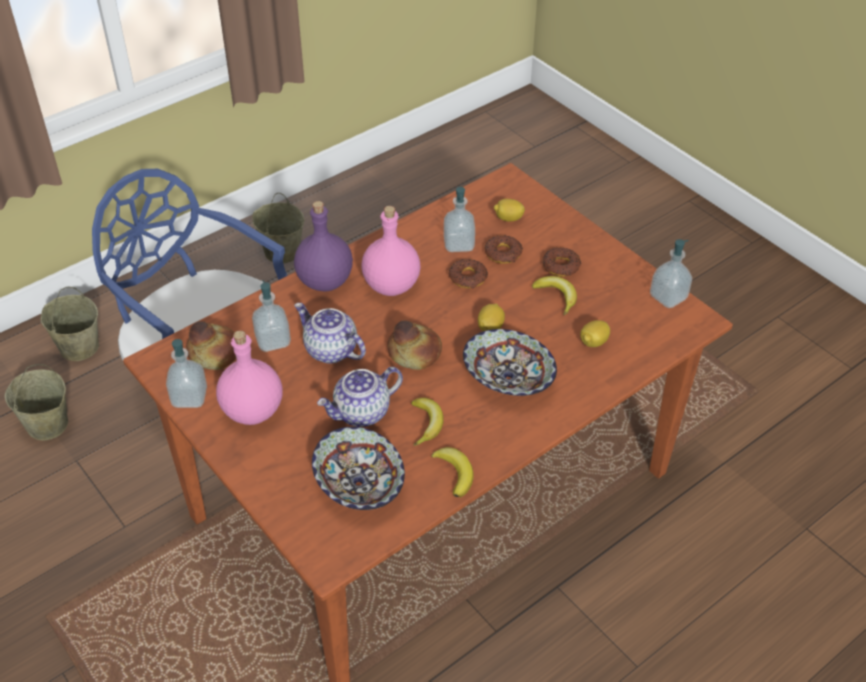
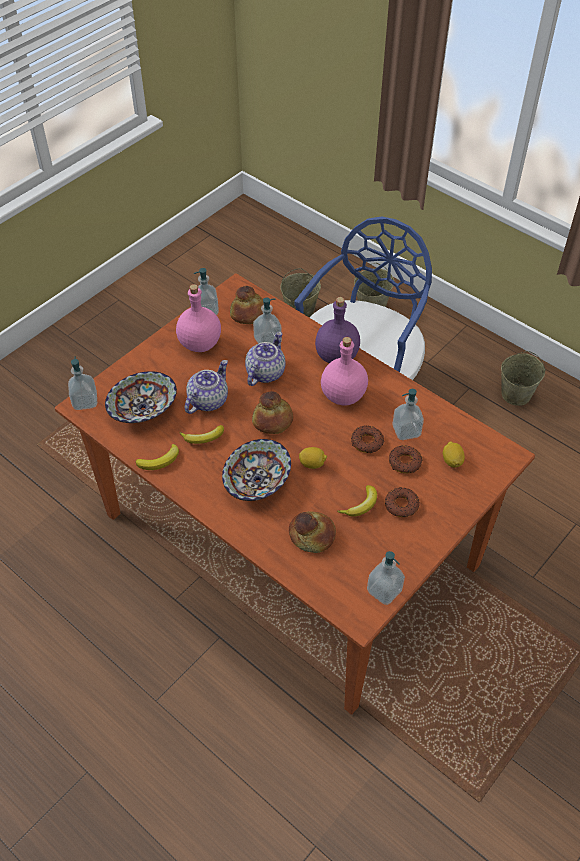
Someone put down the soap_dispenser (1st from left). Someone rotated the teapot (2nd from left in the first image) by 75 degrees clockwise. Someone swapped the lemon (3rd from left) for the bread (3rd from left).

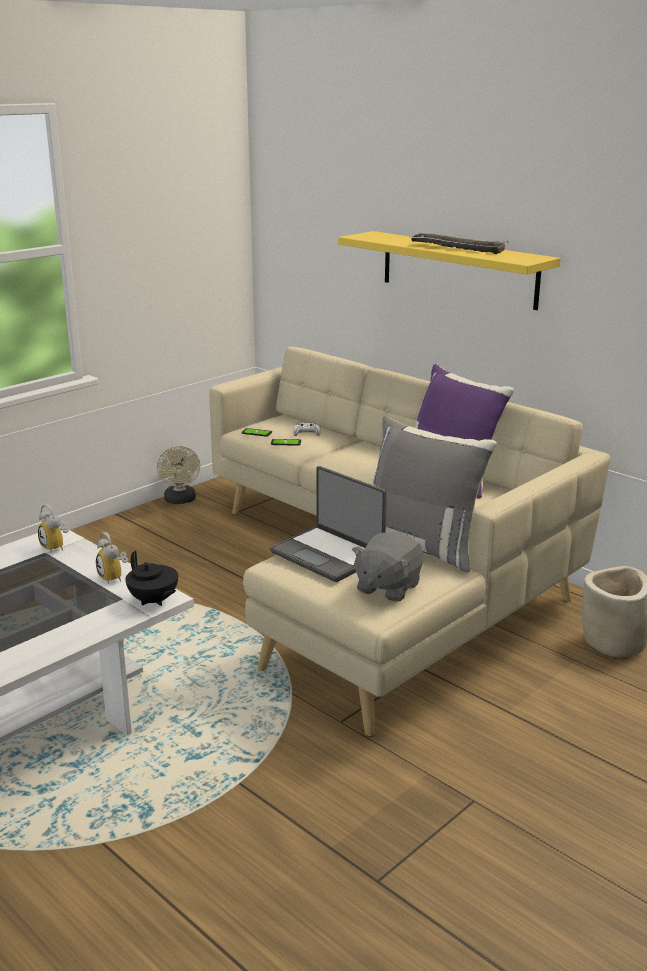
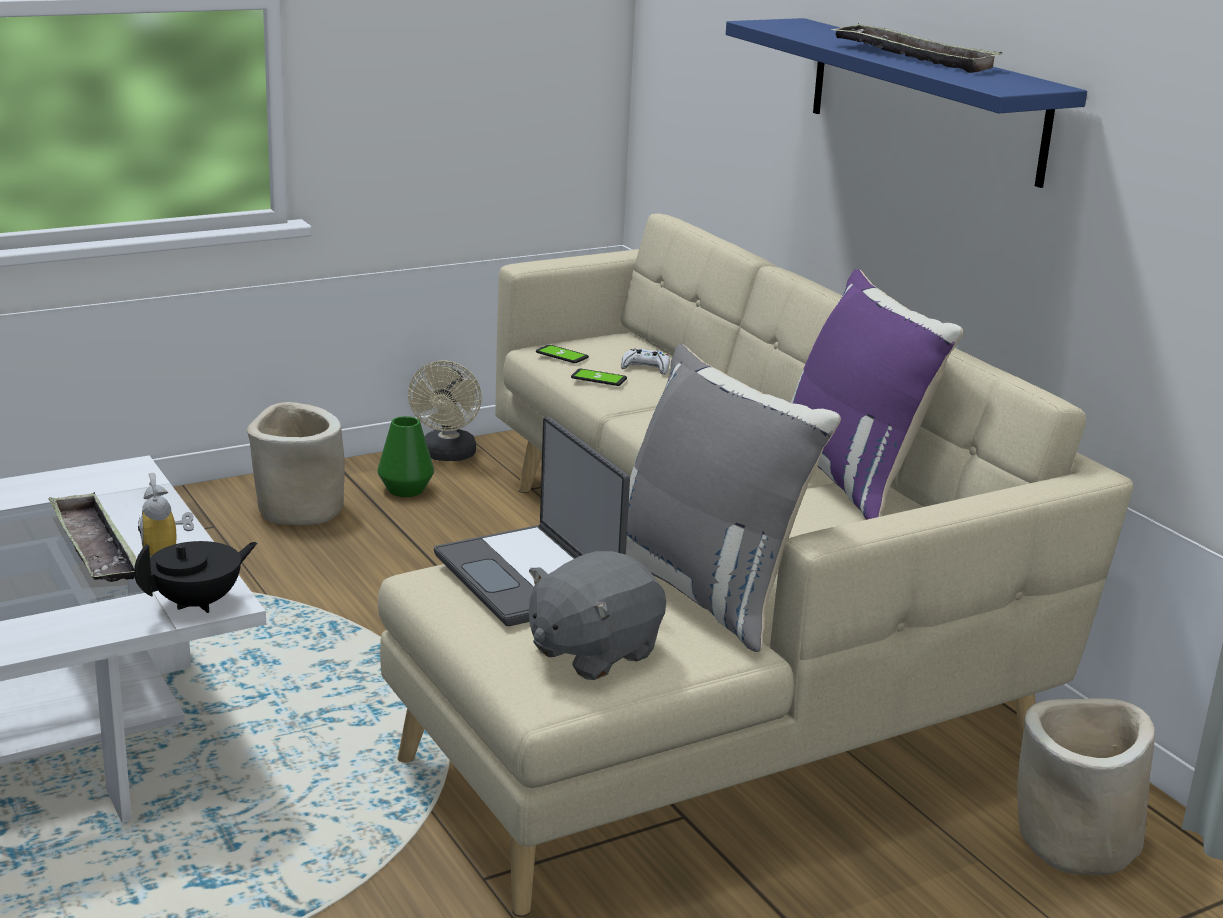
Someone put down the tray (1st from left). Someone rotated the black_teapot by 105 degrees counterclockwise. Someone put down the beige_planter (1st from left). Someone put down the green_vase. Someone repainted the yellow_shelf, which became the blue_shelf. Someone took away the alarm_clock (1st from left).

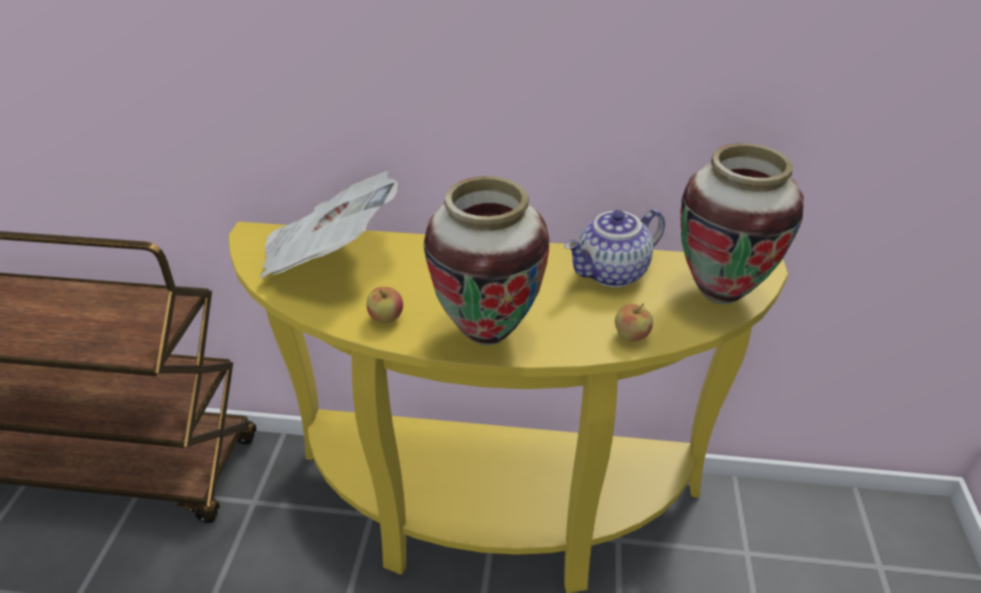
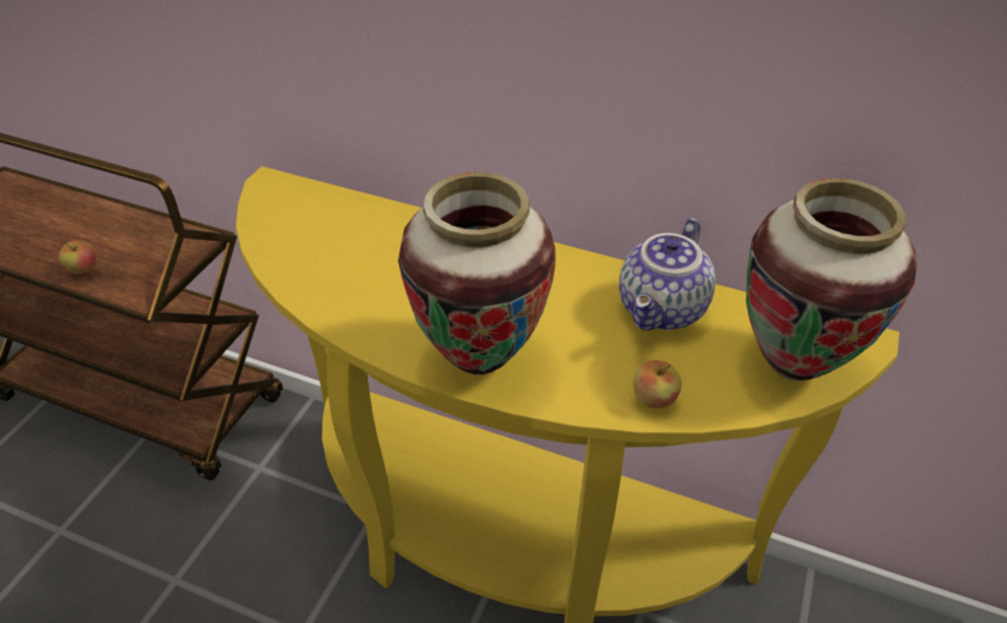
Someone carried the apple (1st from left). Someone rotated the teapot by 45 degrees counterclockwise. Someone took away the newspaper.

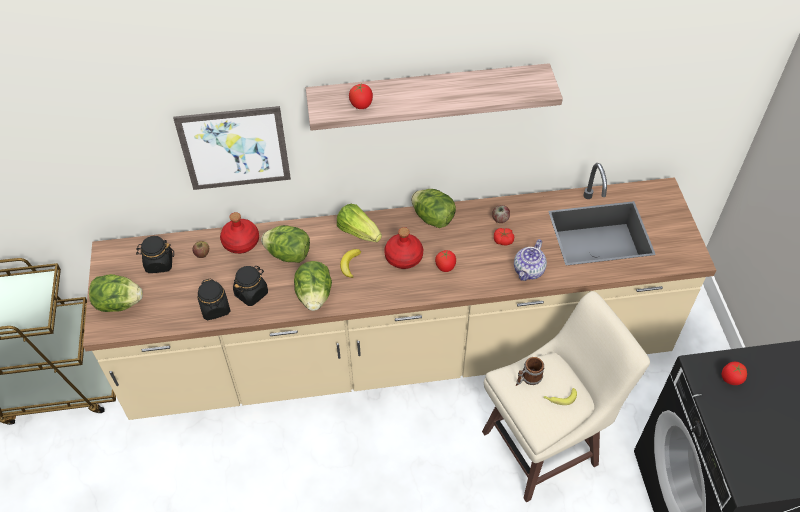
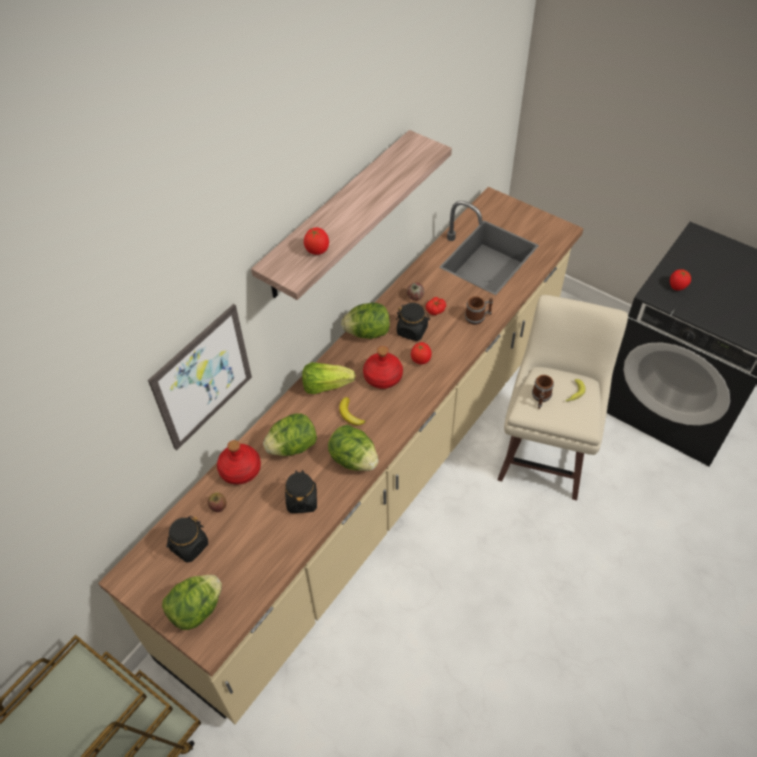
Someone carried the black_jar (2nd from left in the first image). Someone swapped the teapot for the mug (1st from left).

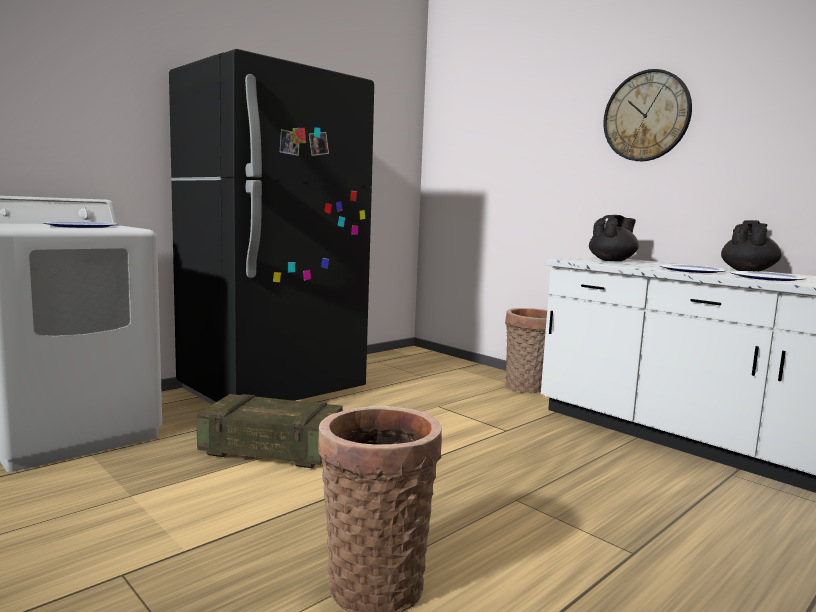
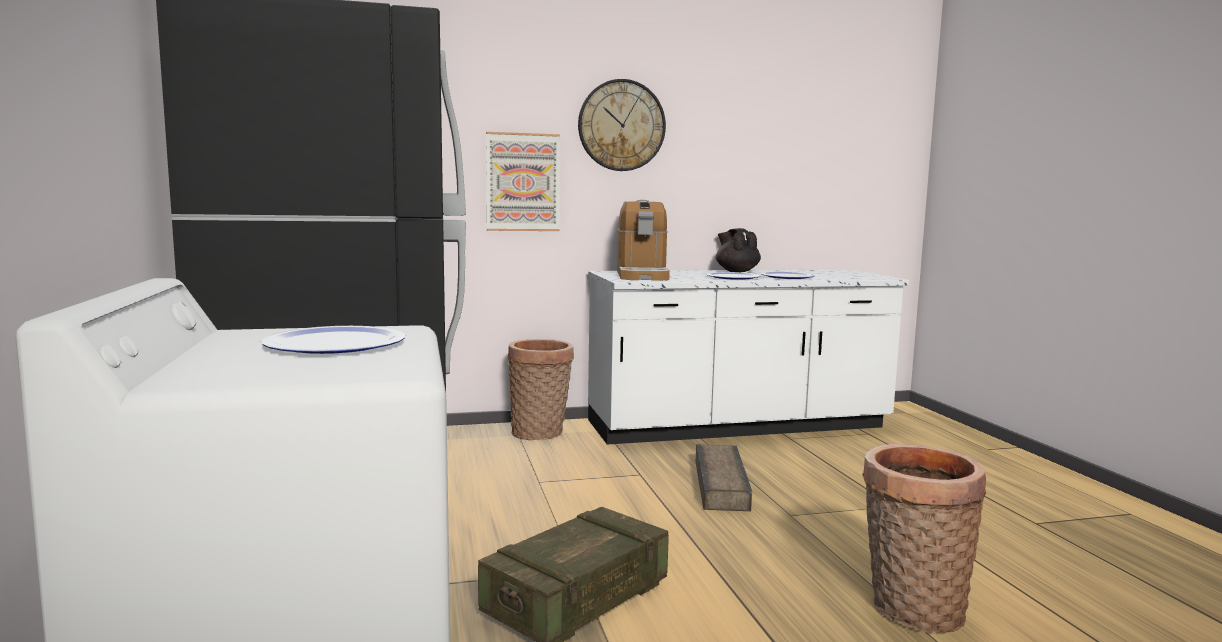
Someone put up the picture. Someone swapped the black_teapot (1st from left) for the coffee_machine. Someone put down the crate (2nd from left).

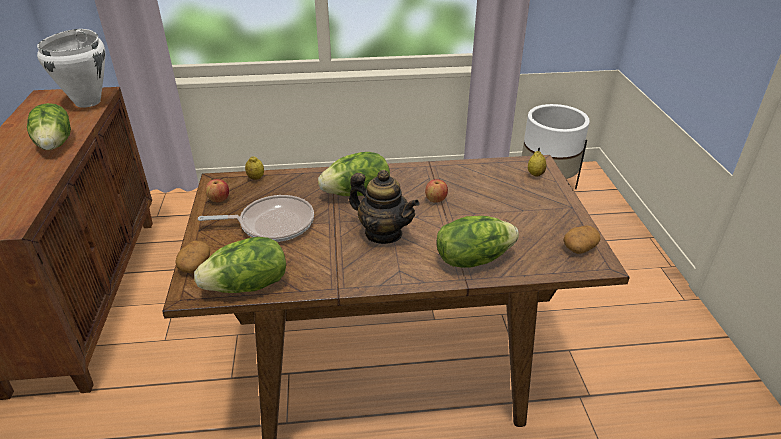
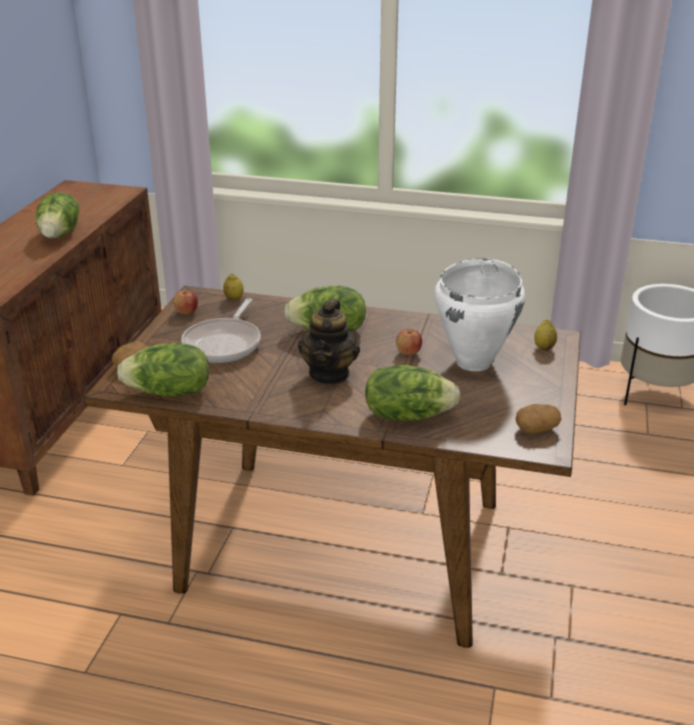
Someone rotated the frying_pan by 90 degrees clockwise. Someone rotated the teapot by 45 degrees clockwise. Someone carried the white_cooking_pot.

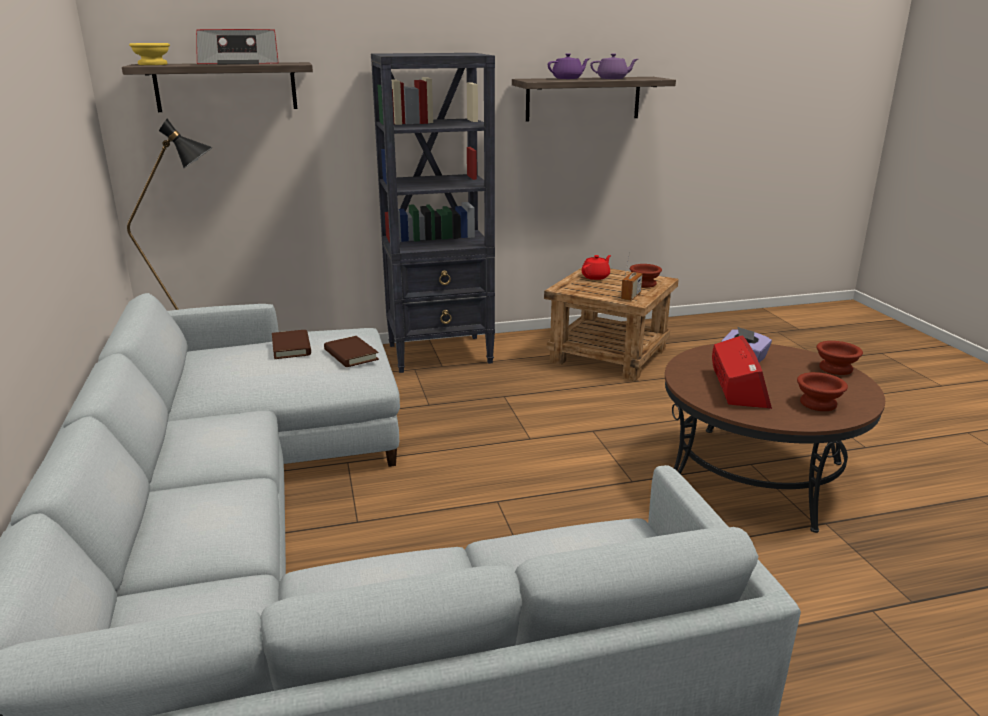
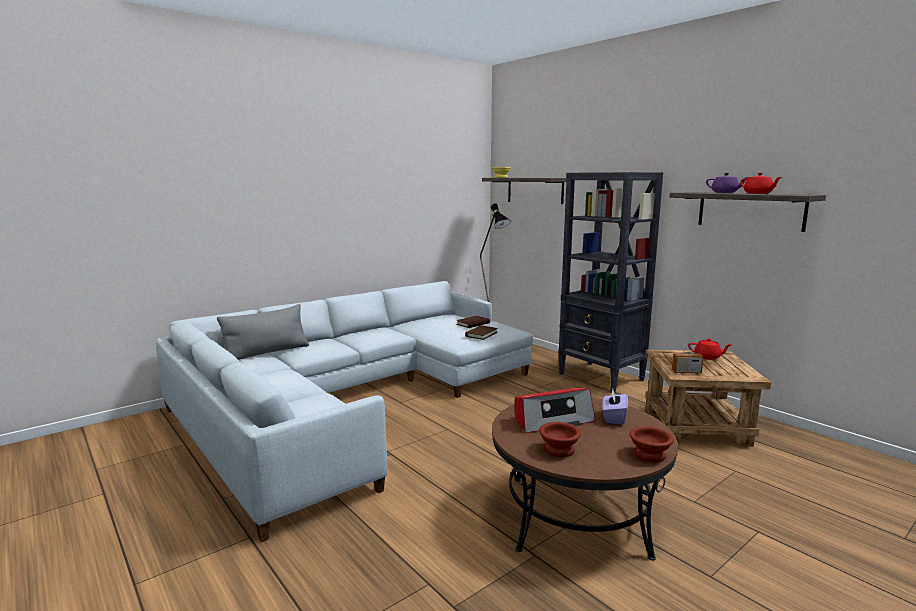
Someone put down the grey_pillow. Someone repainted the purple_teapot (2nd from left), which became the red_teapot (2nd from left). Someone took away the radio (1st from left). Someone took away the brown_bowl (1st from left).

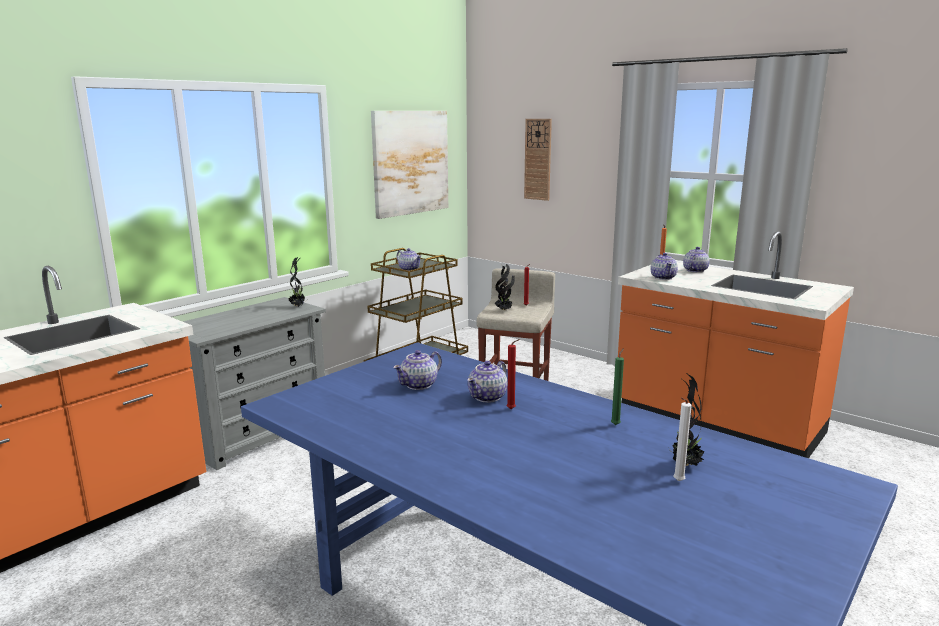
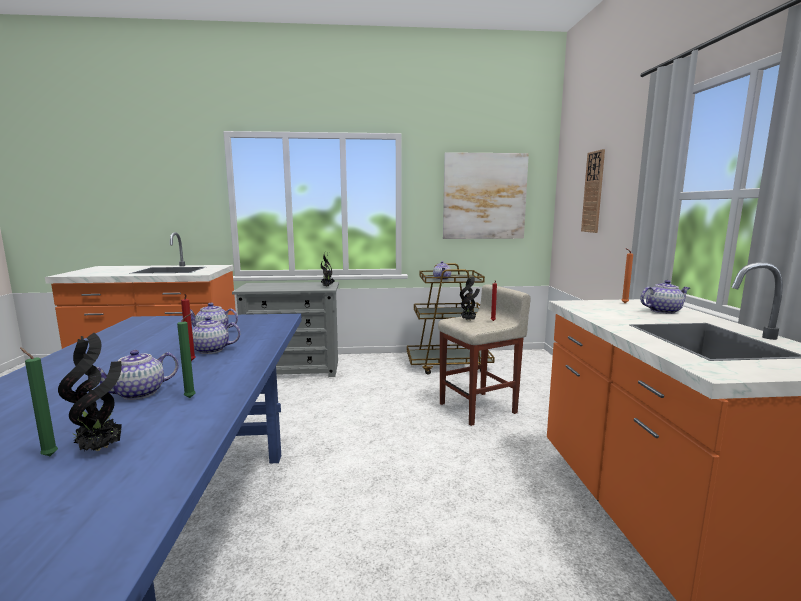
Someone repainted the white_candle, which became the green_candle (1st from left). Someone carried the teapot (4th from left in the first image).

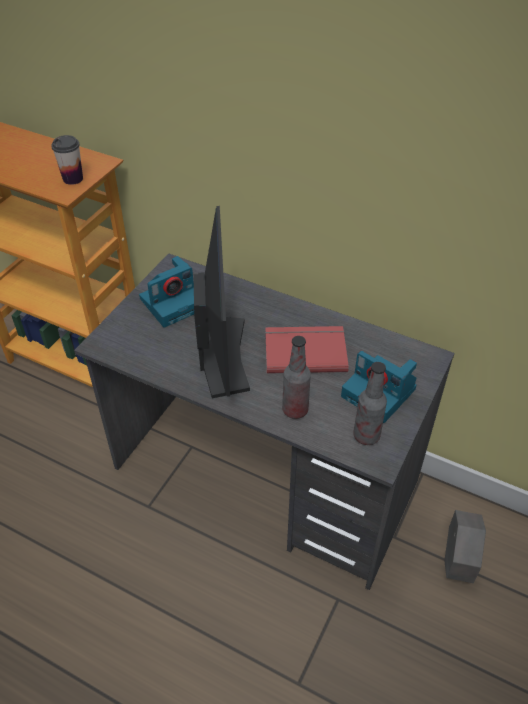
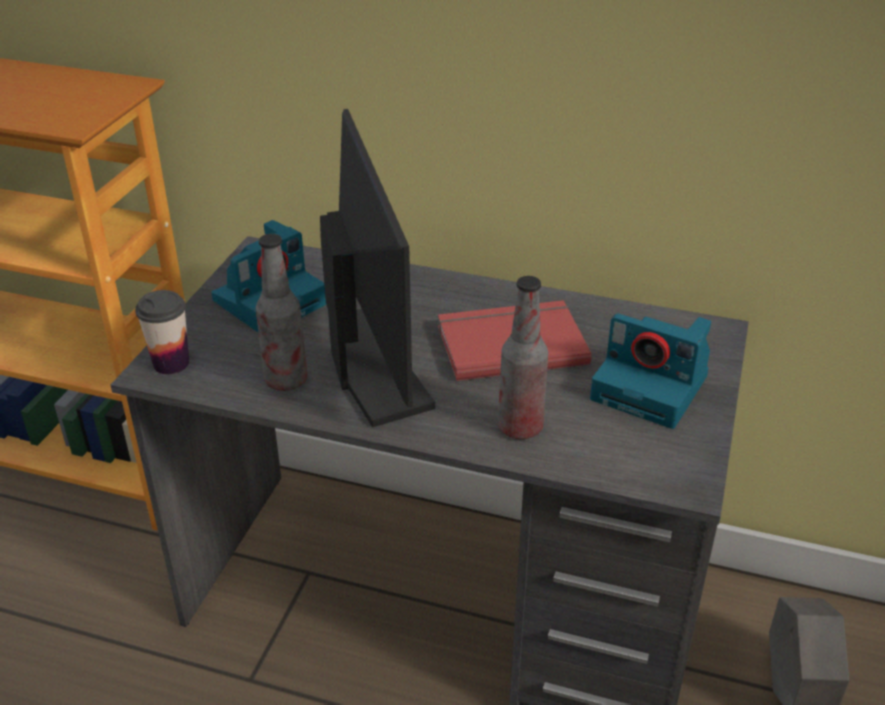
Someone carried the cup. Someone carried the bottle (2nd from left in the first image).

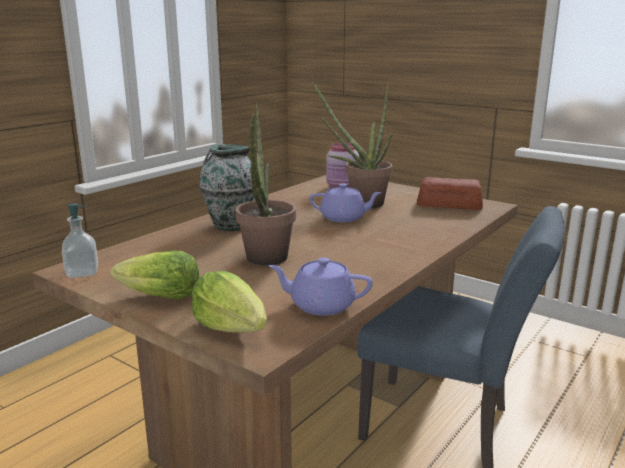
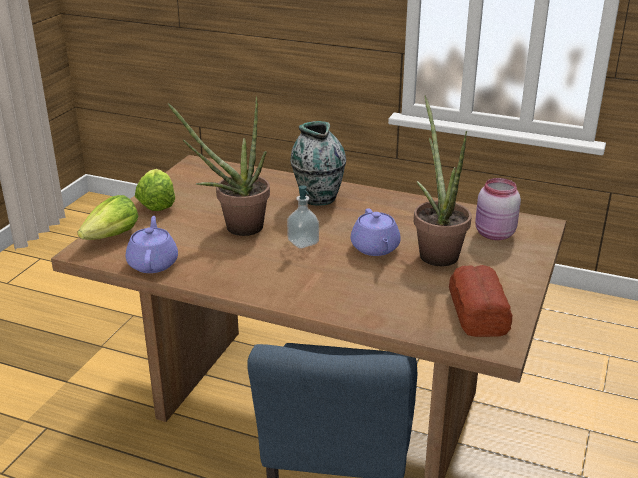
Someone carried the soap_dispenser.

